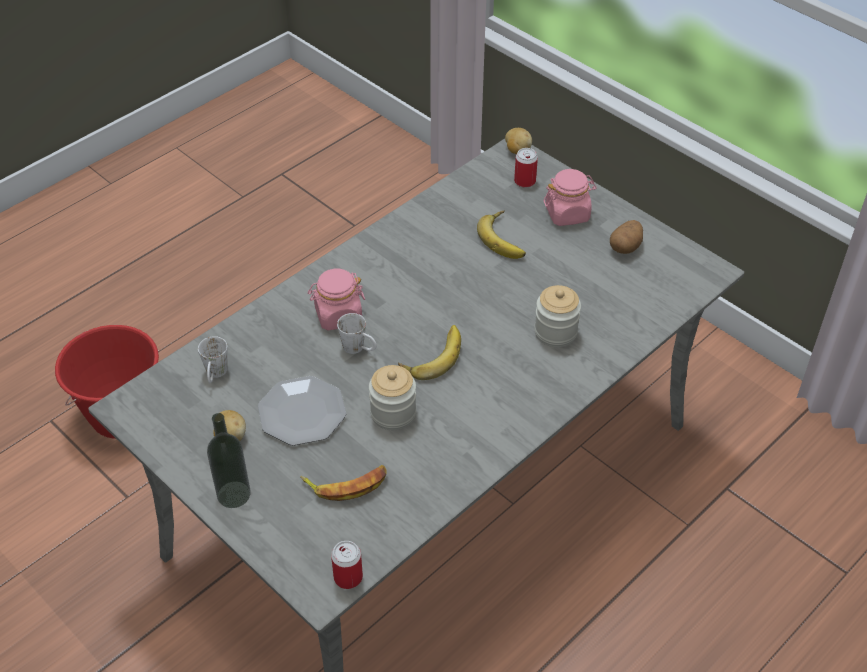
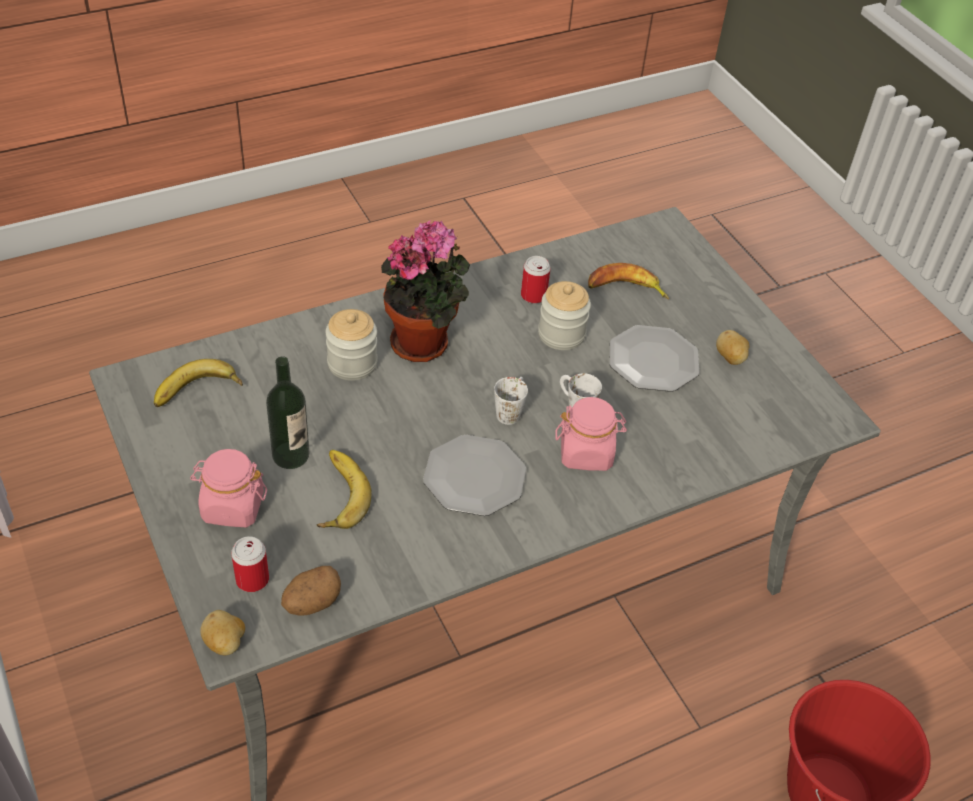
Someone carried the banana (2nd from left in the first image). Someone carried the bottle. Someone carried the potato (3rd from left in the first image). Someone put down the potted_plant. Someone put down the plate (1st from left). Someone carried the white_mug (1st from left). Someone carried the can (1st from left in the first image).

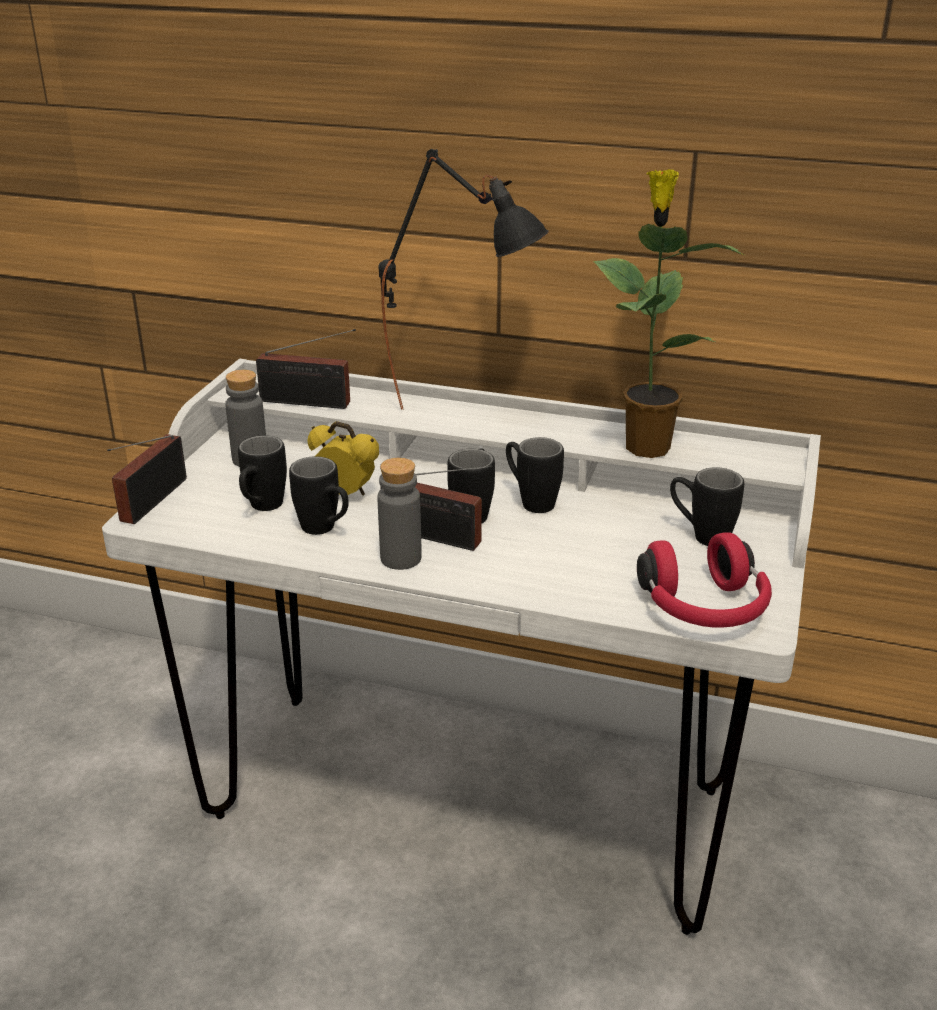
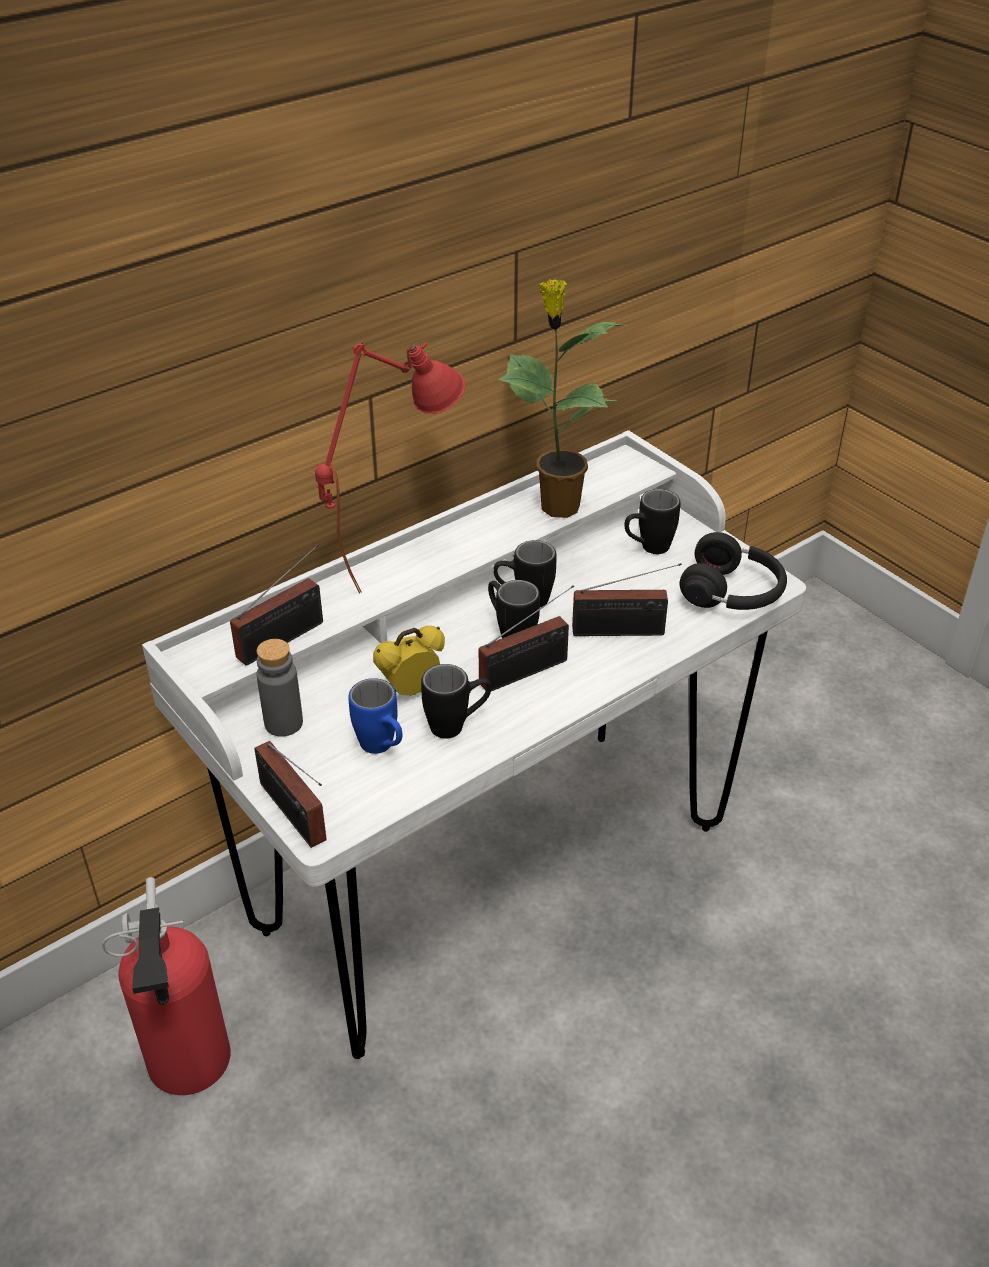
Someone put down the fire_extinguisher. Someone repainted the black_table_lamp, which became the red_table_lamp. Someone repainted the black_mug (1st from left), which became the blue_mug. Someone put down the radio (4th from left). Someone repainted the red_headphones, which became the black_headphones. Someone took away the grey_bottle (2nd from left).

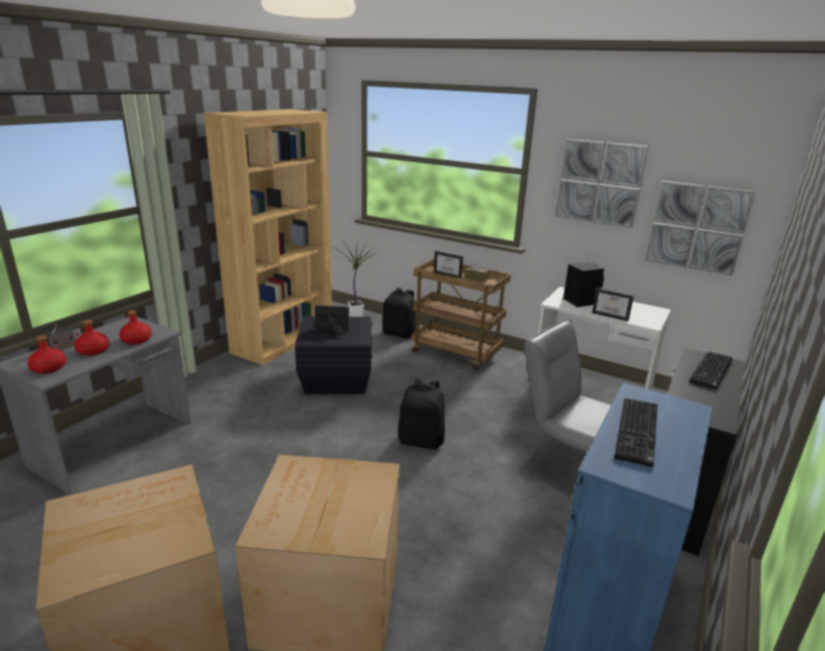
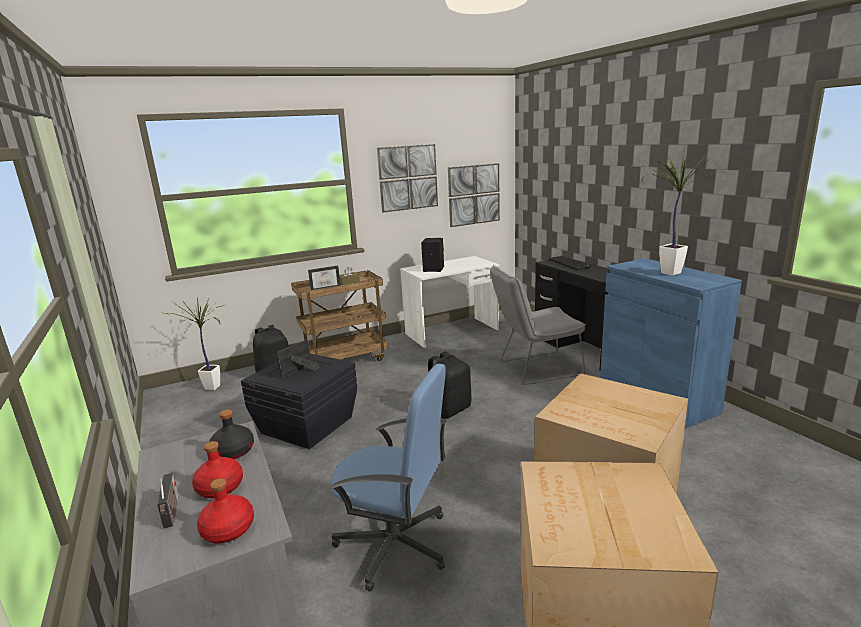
Someone repainted the red_bottle (3rd from left), which became the black_bottle. Someone put down the blue_office_chair. Someone swapped the keyboard (1st from left) for the potted_plant (2nd from left). Someone took away the brown_bookcase. Someone took away the picture_frame (3rd from left).

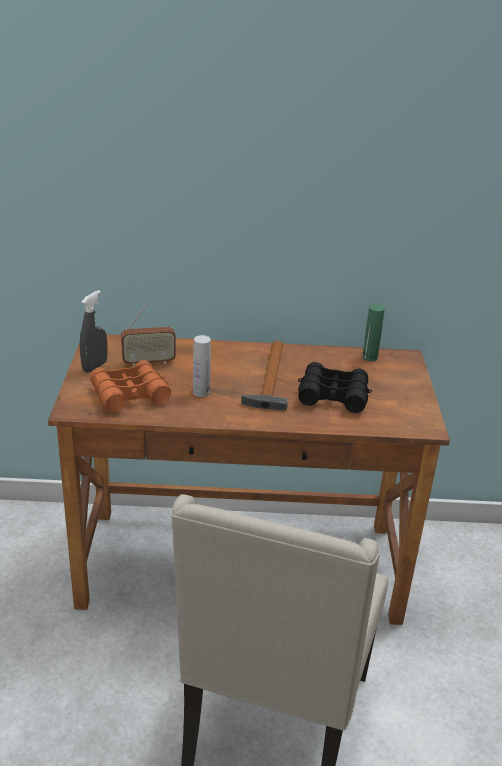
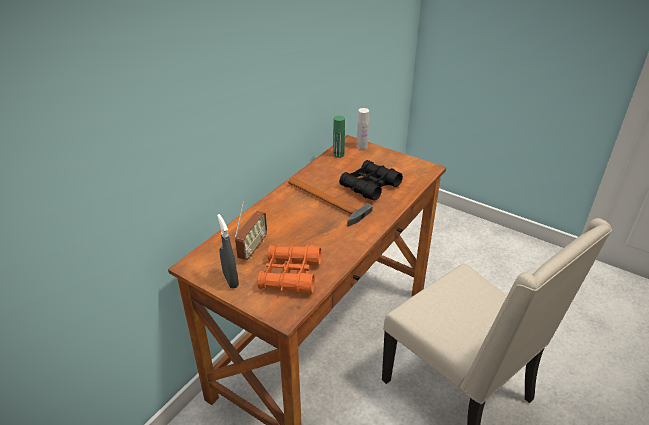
Someone carried the white_bottle.

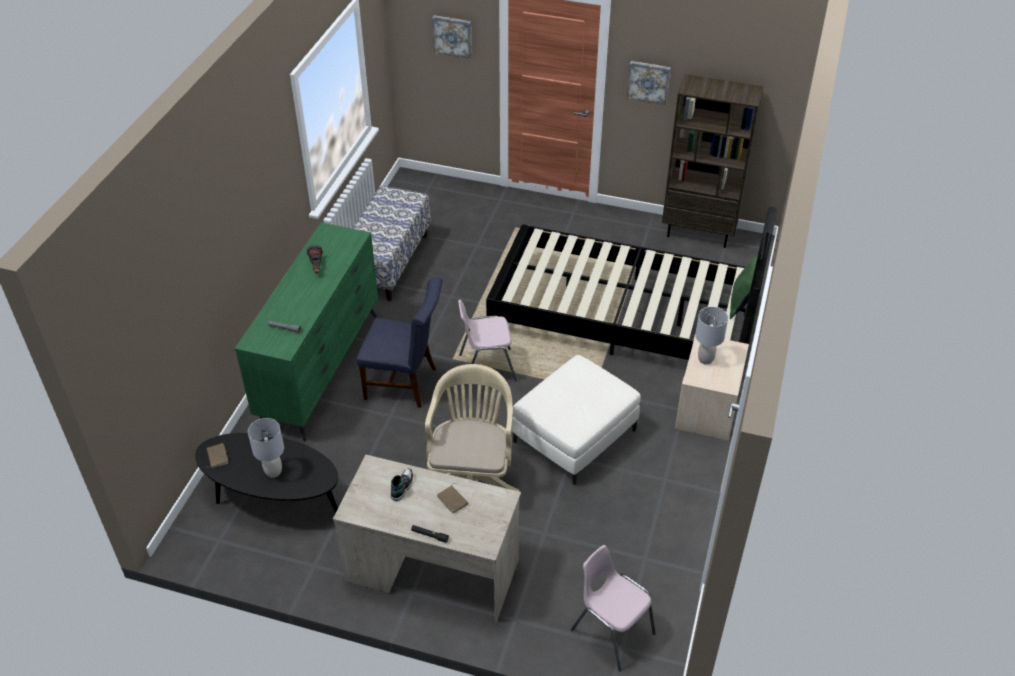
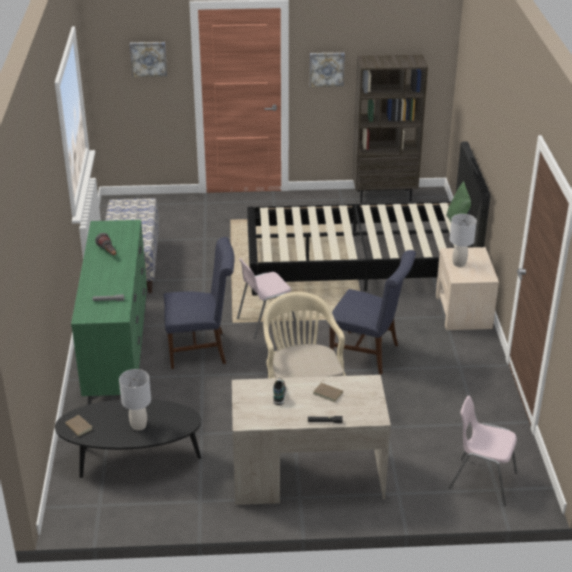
Someone swapped the white_ottoman for the blue_chair (2nd from left).

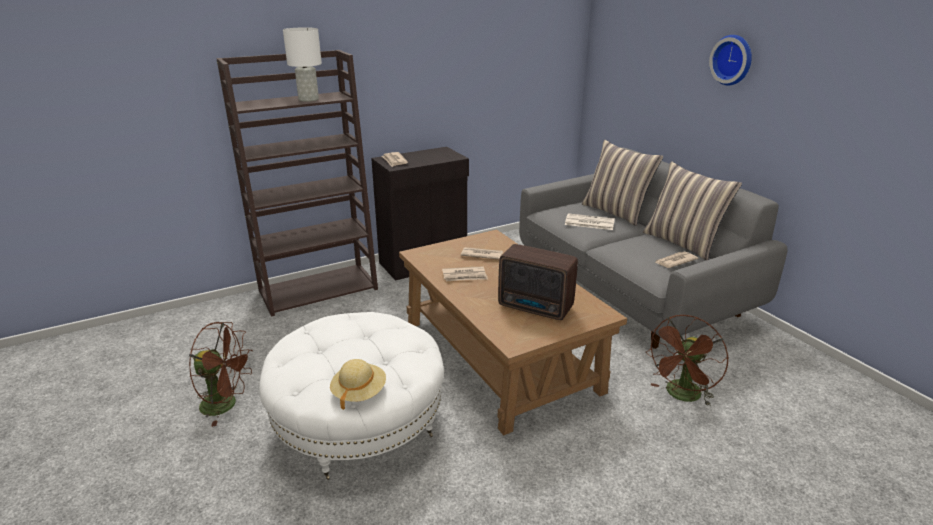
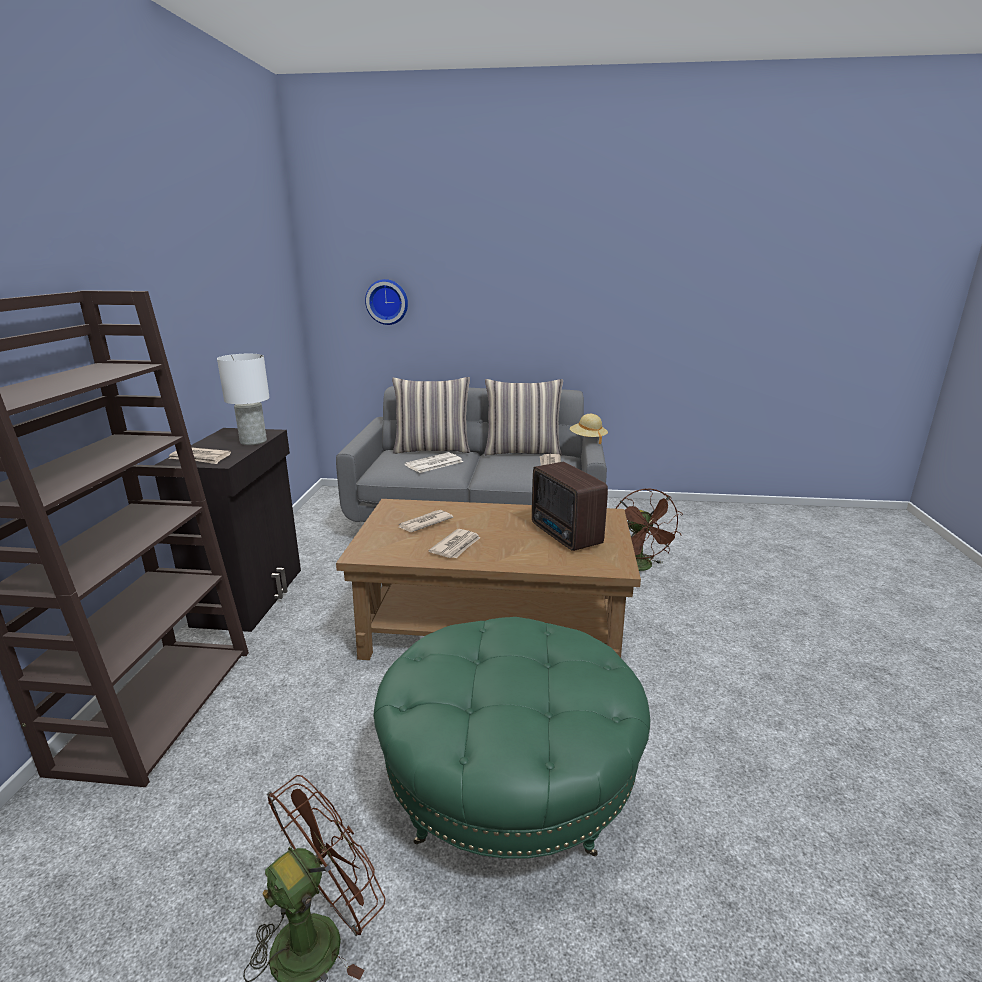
Someone carried the white_table_lamp. Someone carried the wall_clock. Someone repainted the white_ottoman, which became the green_ottoman. Someone rotated the radio by 90 degrees clockwise. Someone carried the beige_hat.

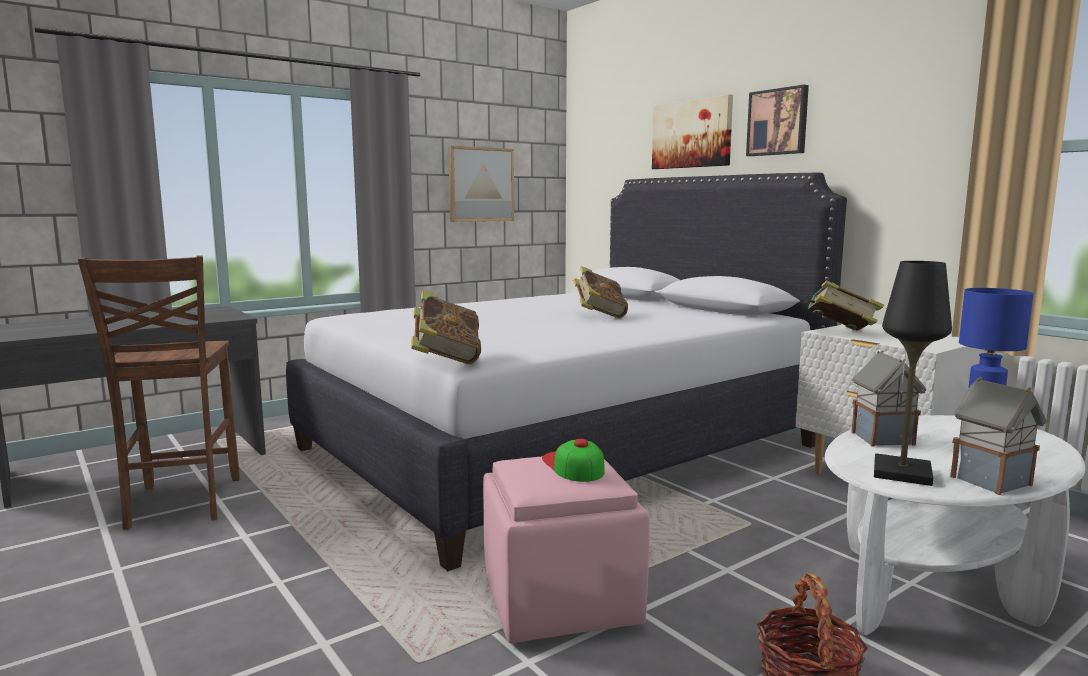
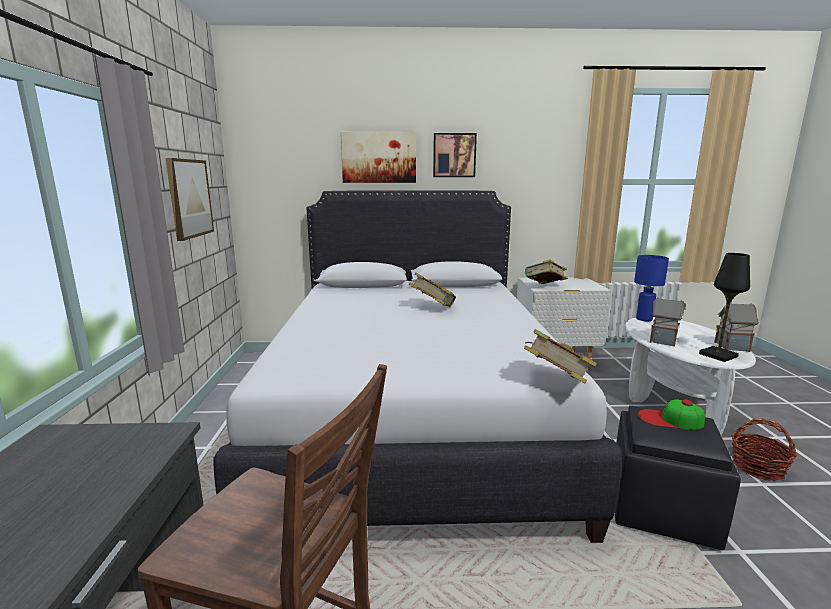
Someone repainted the pink_ottoman, which became the black_ottoman.

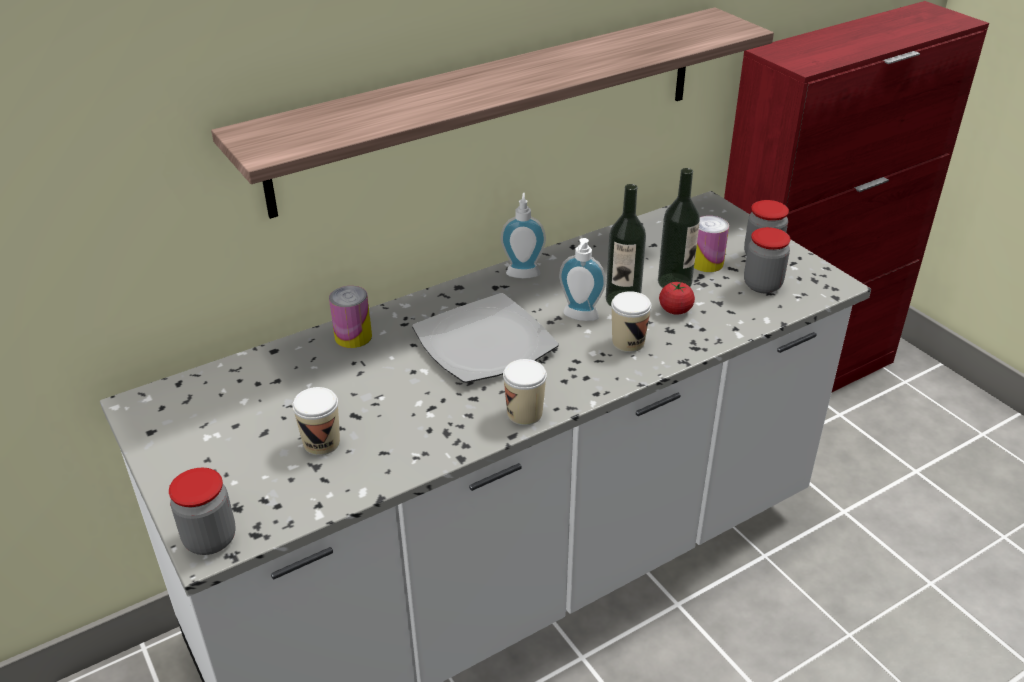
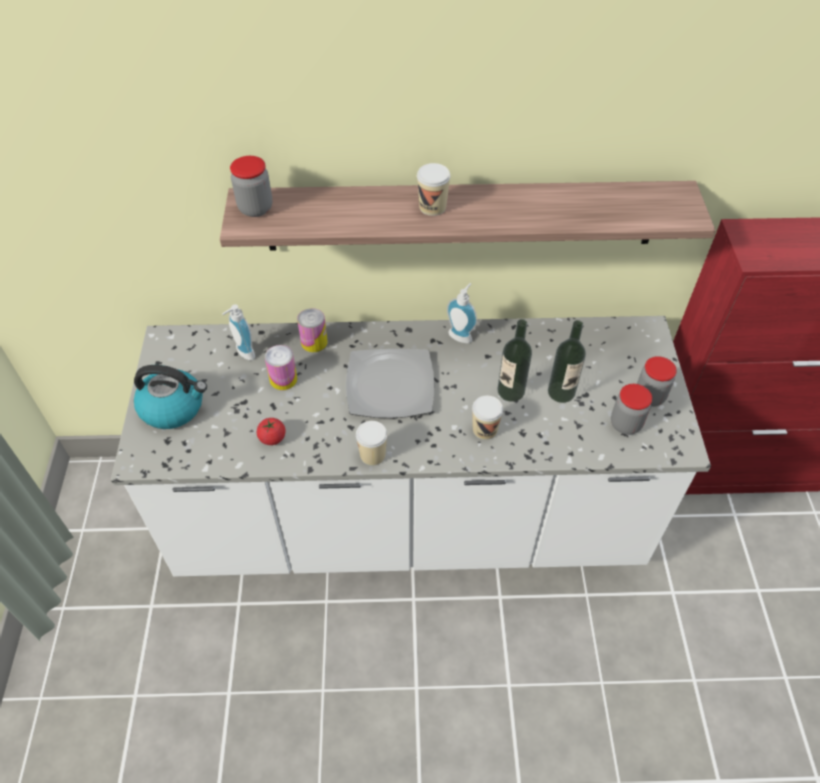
Someone put down the kettle. Someone carried the soap_dispenser (2nd from left in the first image). Someone carried the jar (1st from left). Someone carried the tomato. Someone carried the can (2nd from left in the first image). Someone carried the cup (1st from left in the first image).

